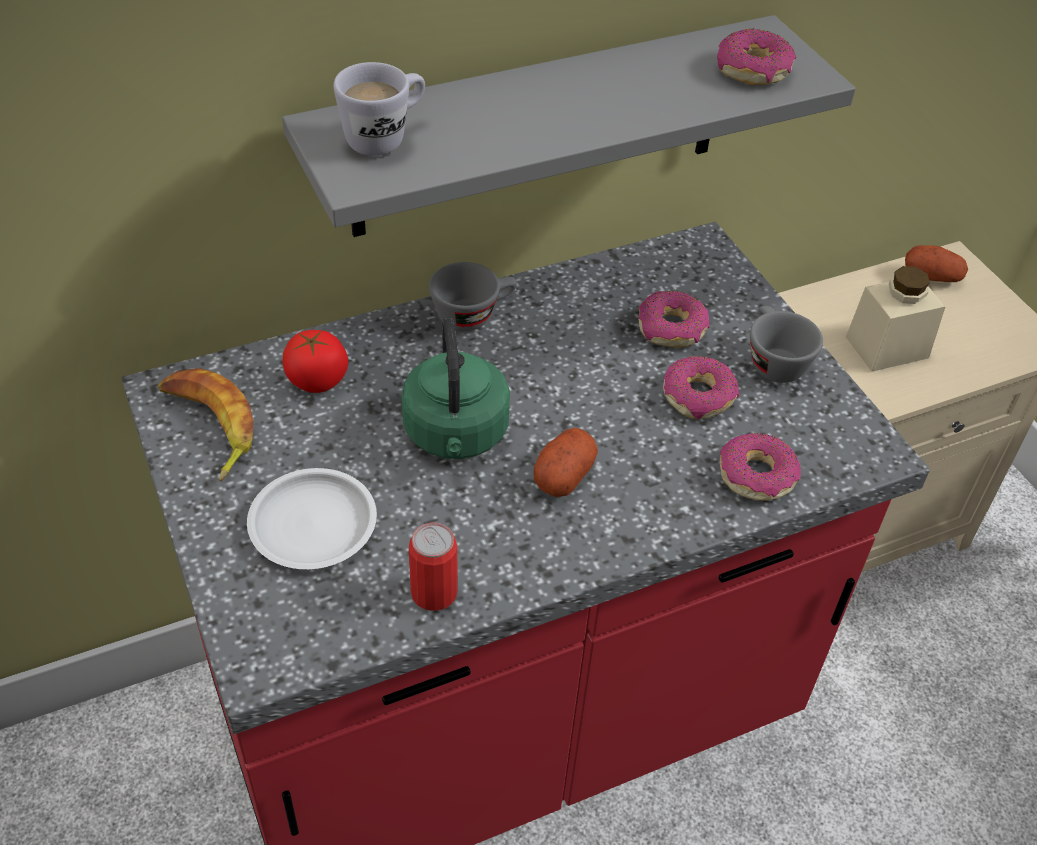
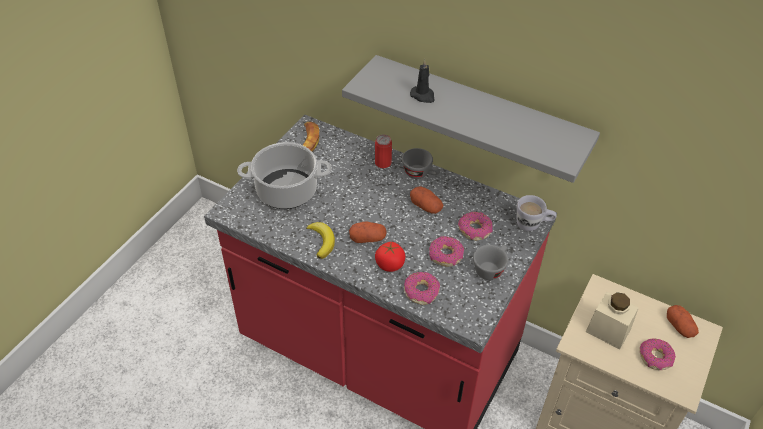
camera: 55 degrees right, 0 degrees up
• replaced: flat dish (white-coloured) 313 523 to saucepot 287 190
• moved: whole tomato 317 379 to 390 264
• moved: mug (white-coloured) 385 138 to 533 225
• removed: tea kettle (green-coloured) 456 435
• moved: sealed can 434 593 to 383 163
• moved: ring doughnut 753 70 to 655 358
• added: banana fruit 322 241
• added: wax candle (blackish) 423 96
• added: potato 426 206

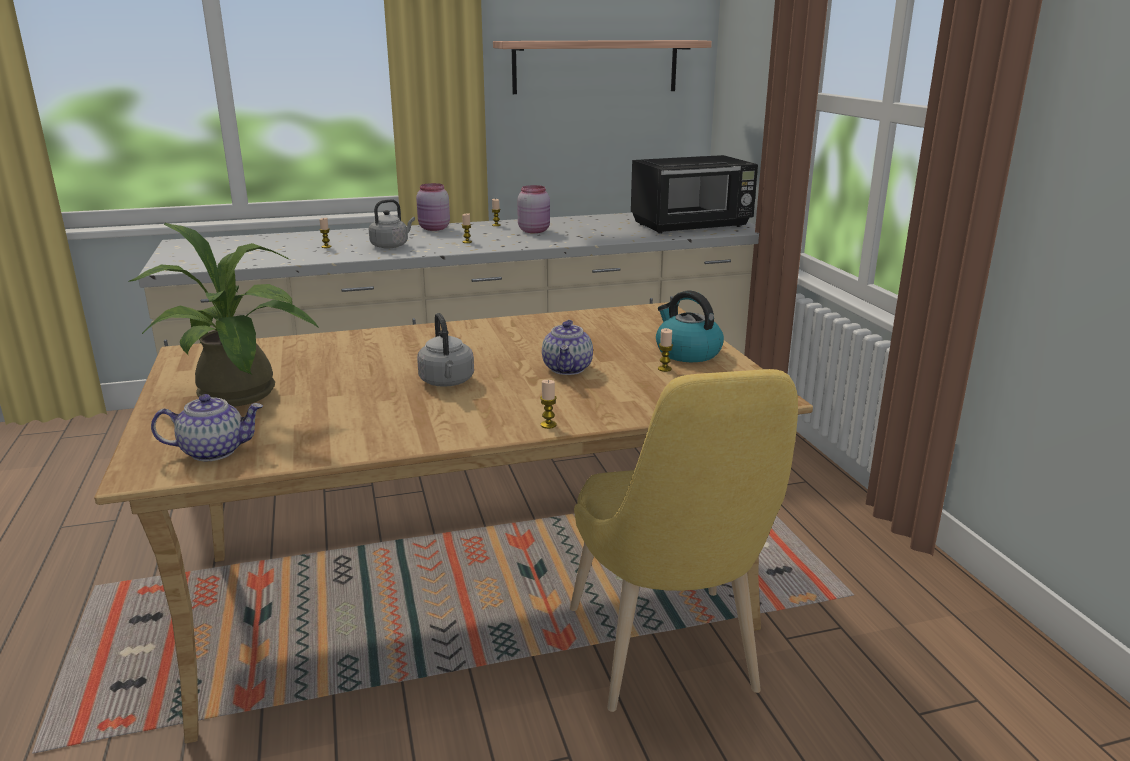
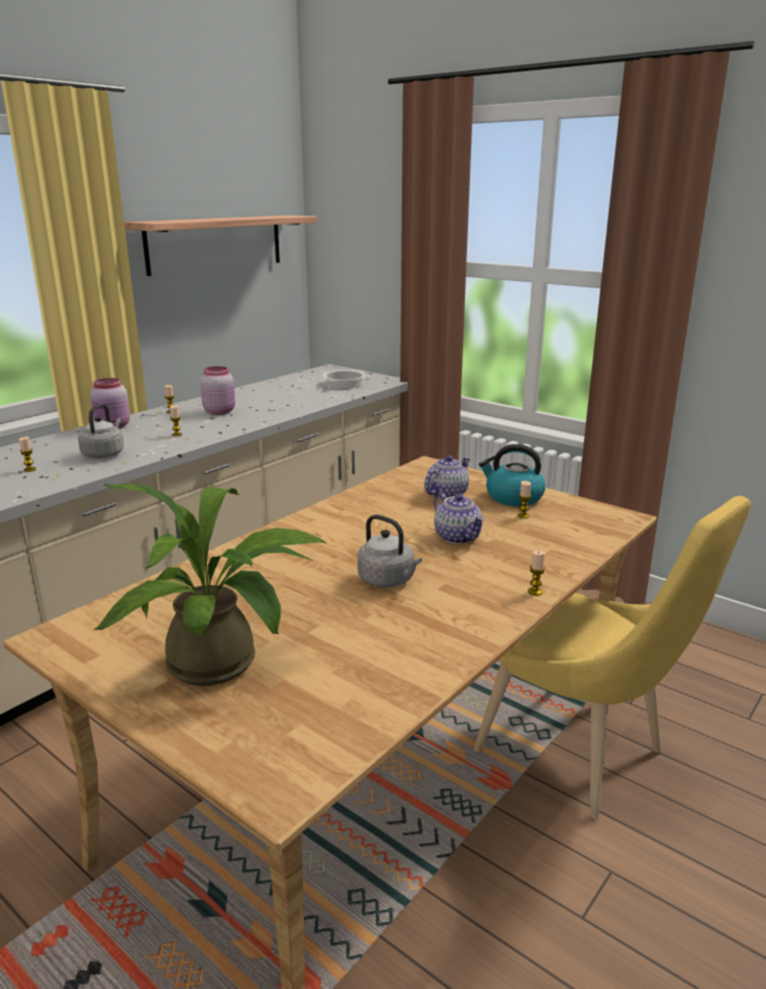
camera: 35 degrees left, 0 degrees up
• moved: tea pot 214 451 to 446 494
• replaced: microwave (blackish) 692 225 to saucepot 344 383

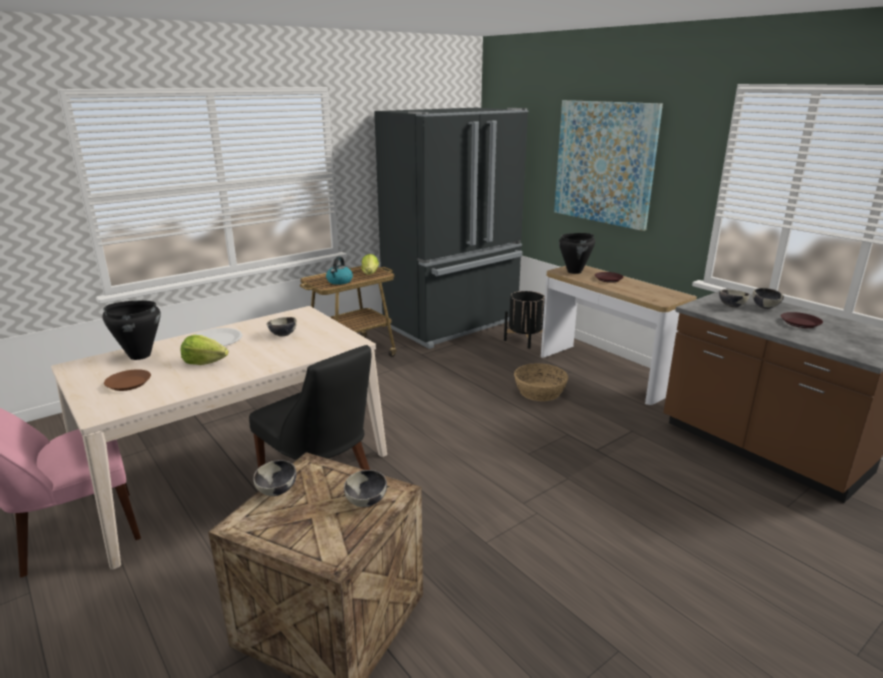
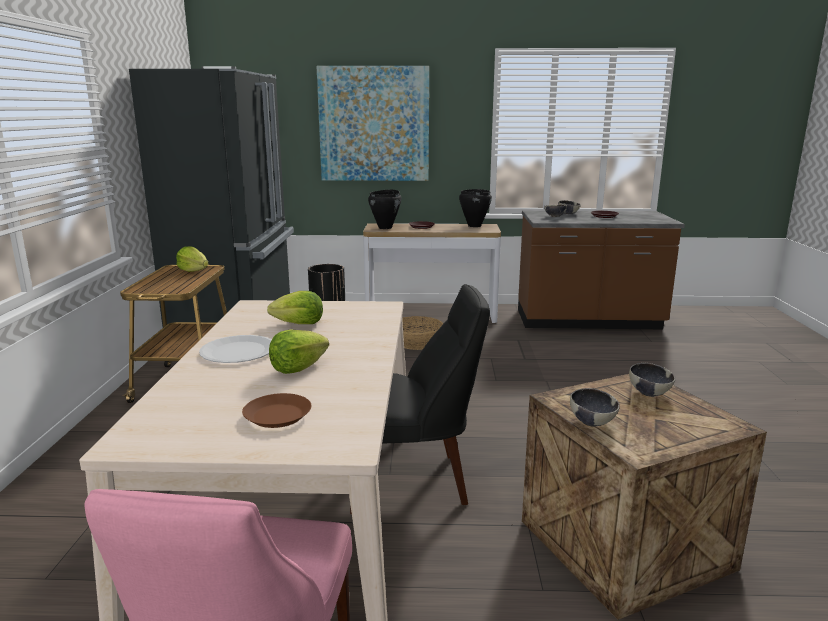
camera: 50 degrees left, 5 degrees down
• moved: saucepot (blackish) 139 355 to 474 226
• replaced: deep dish 283 335 to head of lettuce 299 324
• removed: tea kettle 339 281

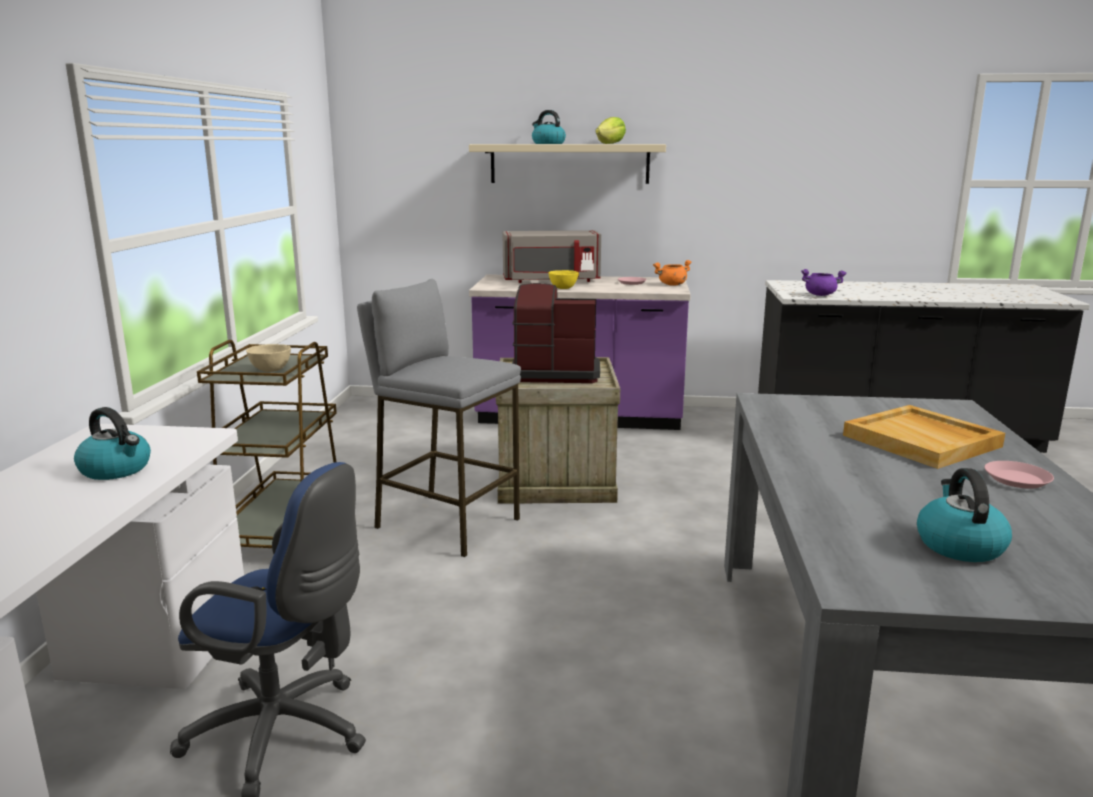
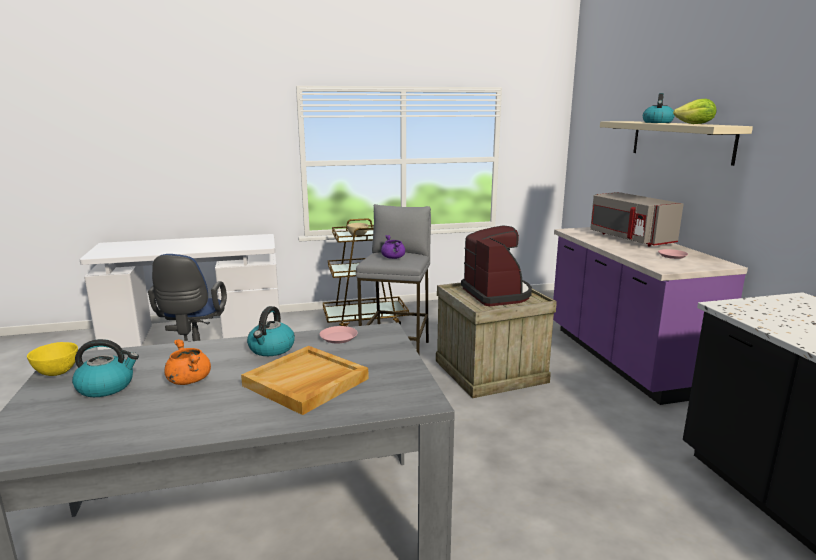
camera: 70 degrees right, 0 degrees up
• moved: tea kettle 117 470 to 271 349
• moved: deep dish (yellow) 563 288 to 57 372
• moved: saucepot (orangey) 672 285 to 188 380
• moved: saucepot (purple) 820 295 to 393 258
• moved: flat dish (pink-coloured) 1017 479 to 338 338

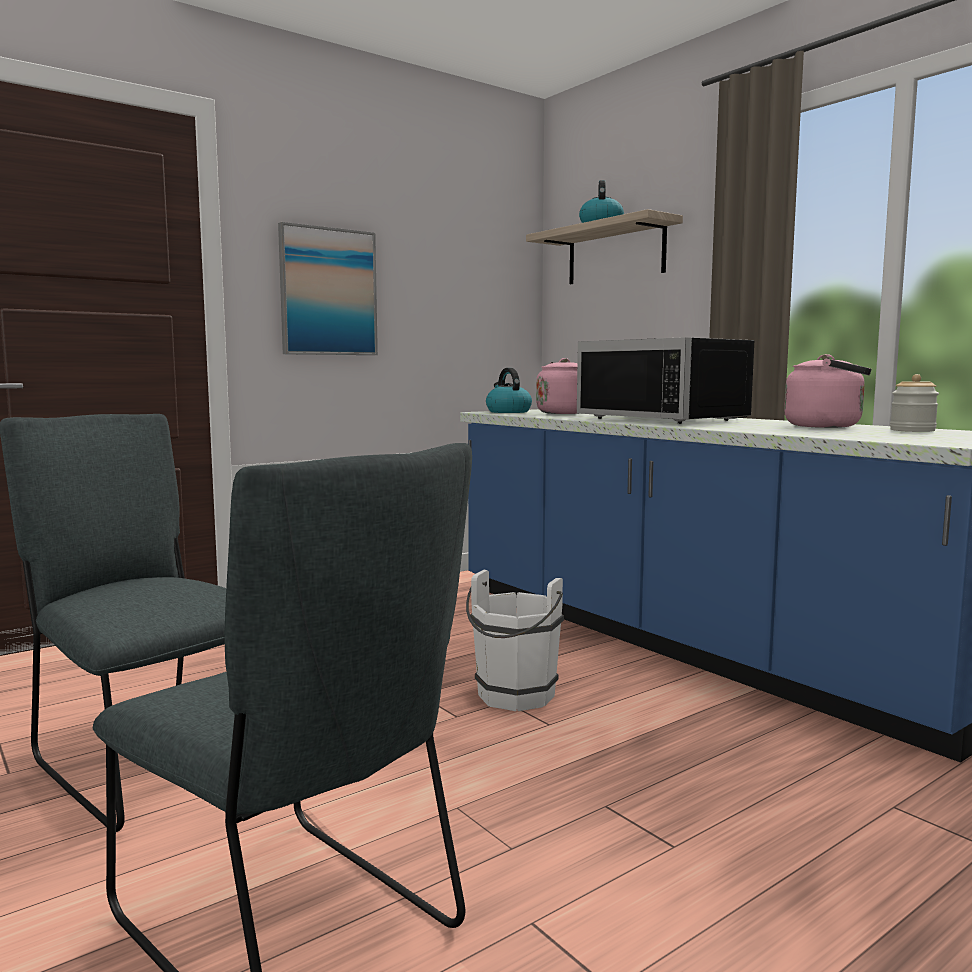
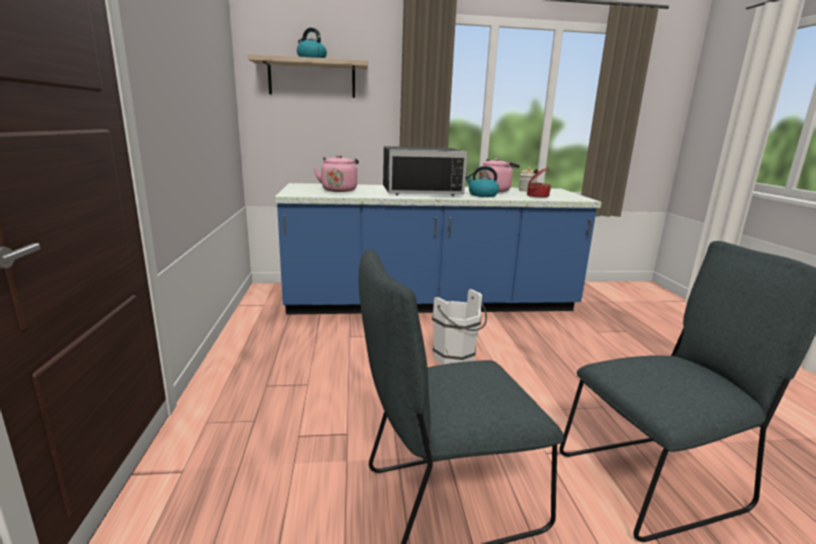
camera: 60 degrees left, 10 degrees up
• removed: picture 328 292
• moved: tea kettle 507 412 to 482 195
• added: saucepot 537 196

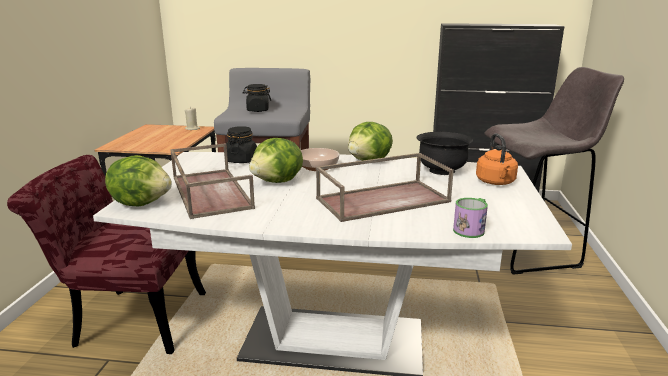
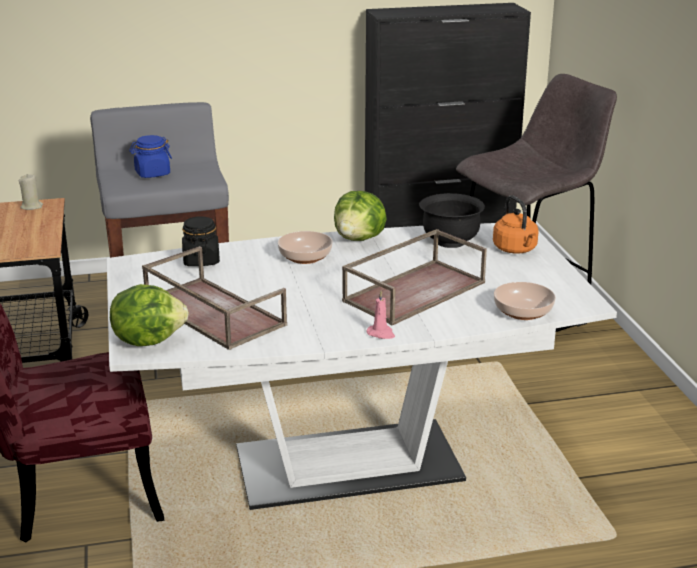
camera: 20 degrees left, 5 degrees up
• recoloured: storage jar (blackish) 257 110 to storage jar (bluish) 152 174
• removed: head of lettuce 278 182
• replaced: mug 471 229 to deep dish 522 311
• added: wax candle (pink-coloured) 381 334

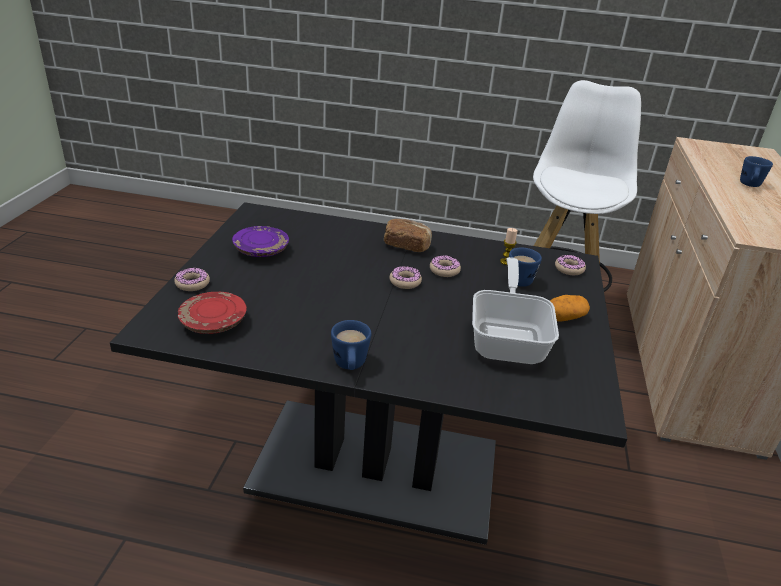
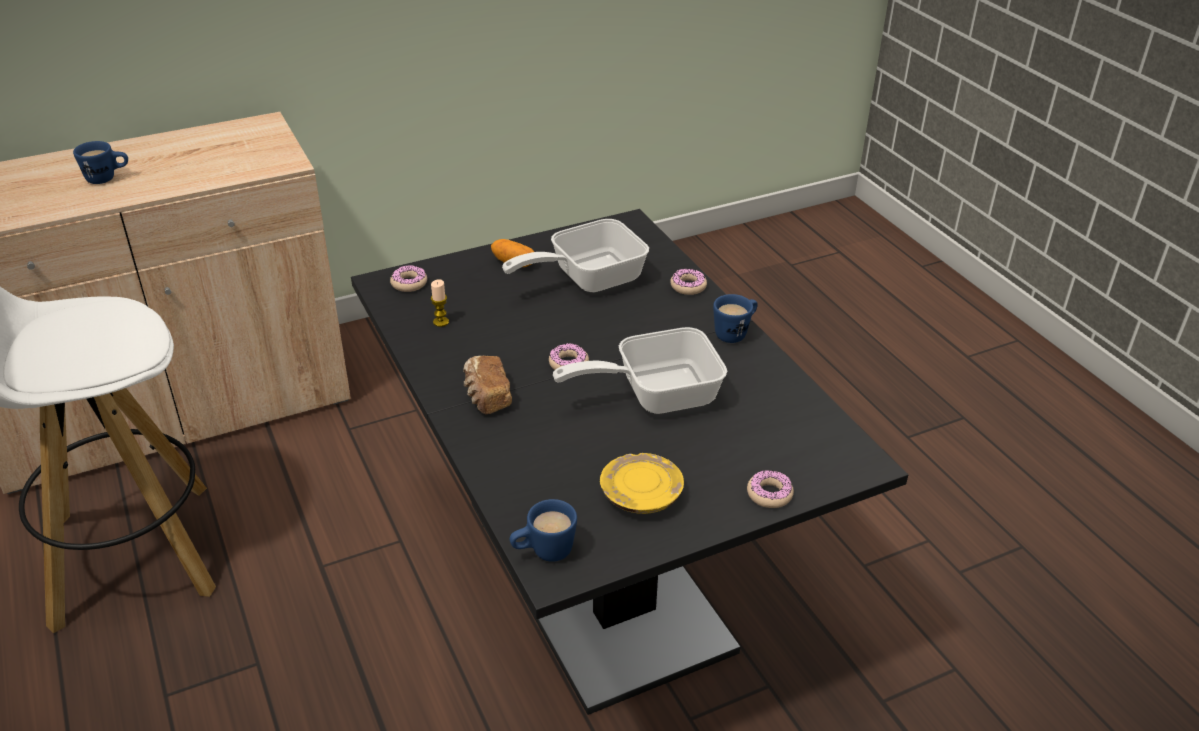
camera: 125 degrees left, 5 degrees up
• removed: flat dish (reddish) 213 323
• recoloured: flat dish (purple) 261 250 to flat dish (yellow) 640 494
• moved: ring doughnut 444 270 to 688 286
• moved: mug (bluish) 520 278 to 543 552
• added: frying pan 655 394

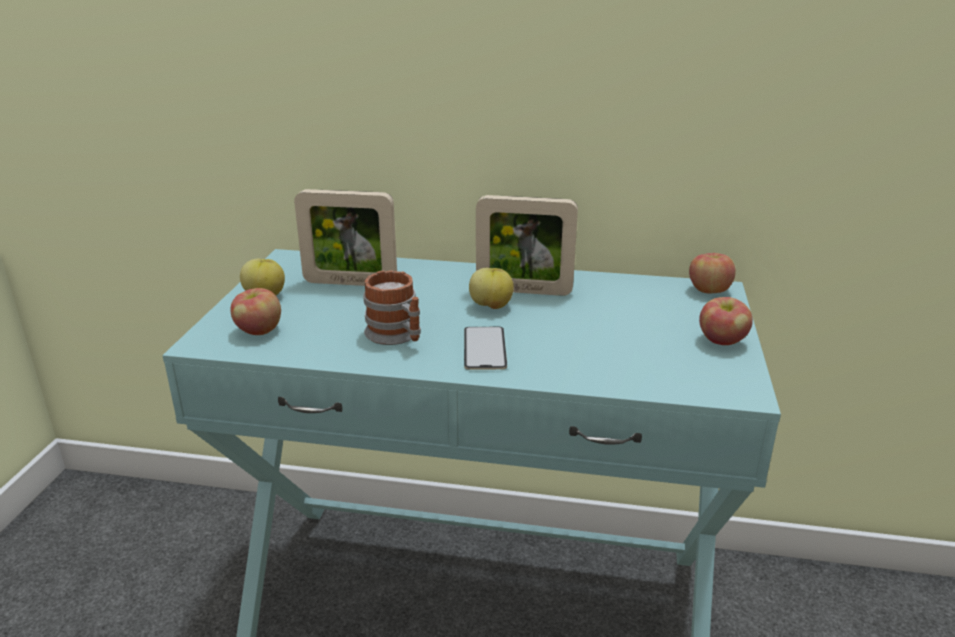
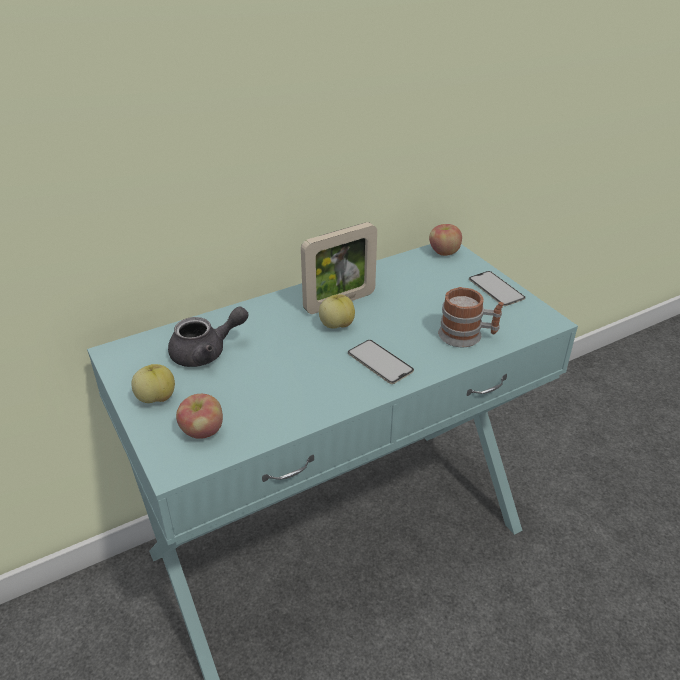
camera: 40 degrees left, 10 degrees up
• replaced: standing frame 350 282 to tea pot (gray) 206 352
• moved: mug 397 336 to 467 336
• replaced: whole apple 722 341 to phone 496 289

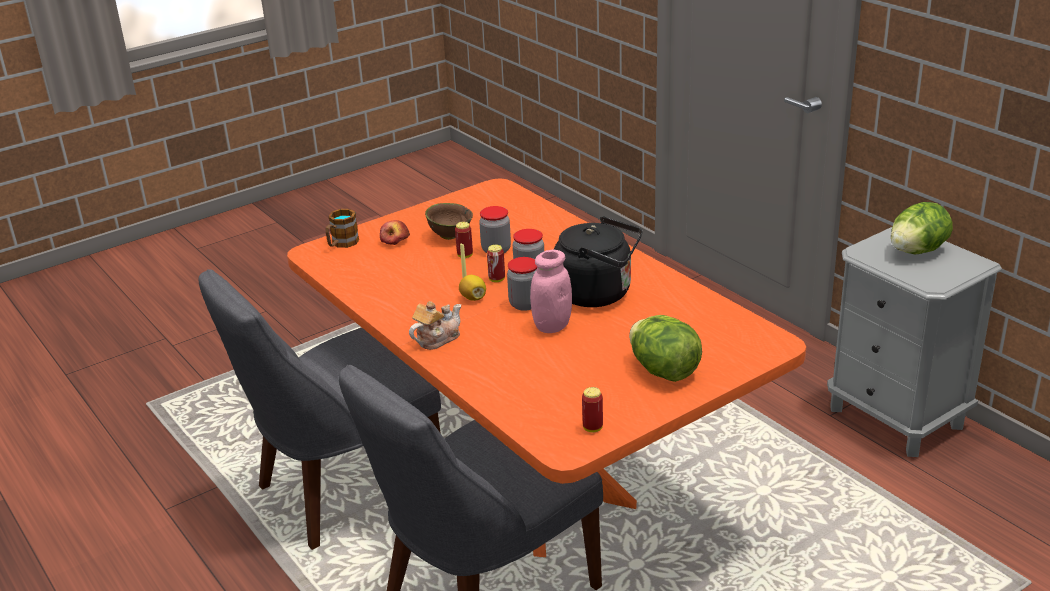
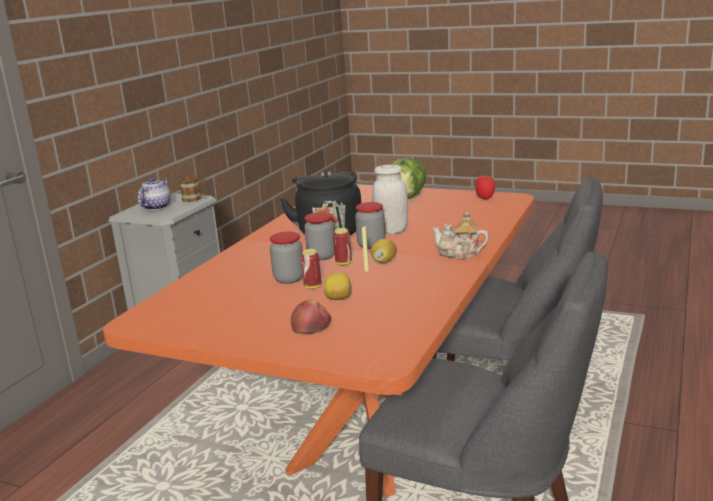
camera: 120 degrees left, 10 degrees down
• moved: mug 341 244 to 195 199
• removed: deep dish (brownish) 450 236
• recoloured: storage jar (pink-coloured) 552 326 to storage jar (white-coloured) 391 231
• replaced: sealed can 592 428 to whole tomato 485 198
• replaced: head of lettuce 917 251 to tea pot 156 207
• added: whole lemon 339 298

